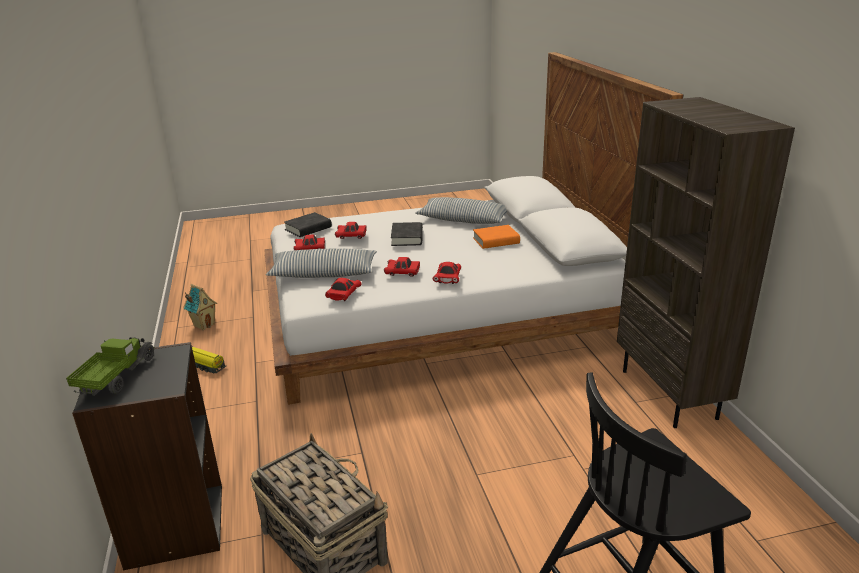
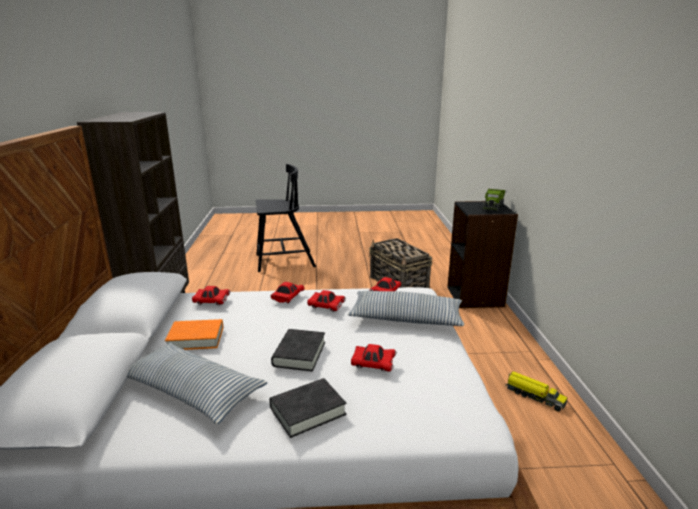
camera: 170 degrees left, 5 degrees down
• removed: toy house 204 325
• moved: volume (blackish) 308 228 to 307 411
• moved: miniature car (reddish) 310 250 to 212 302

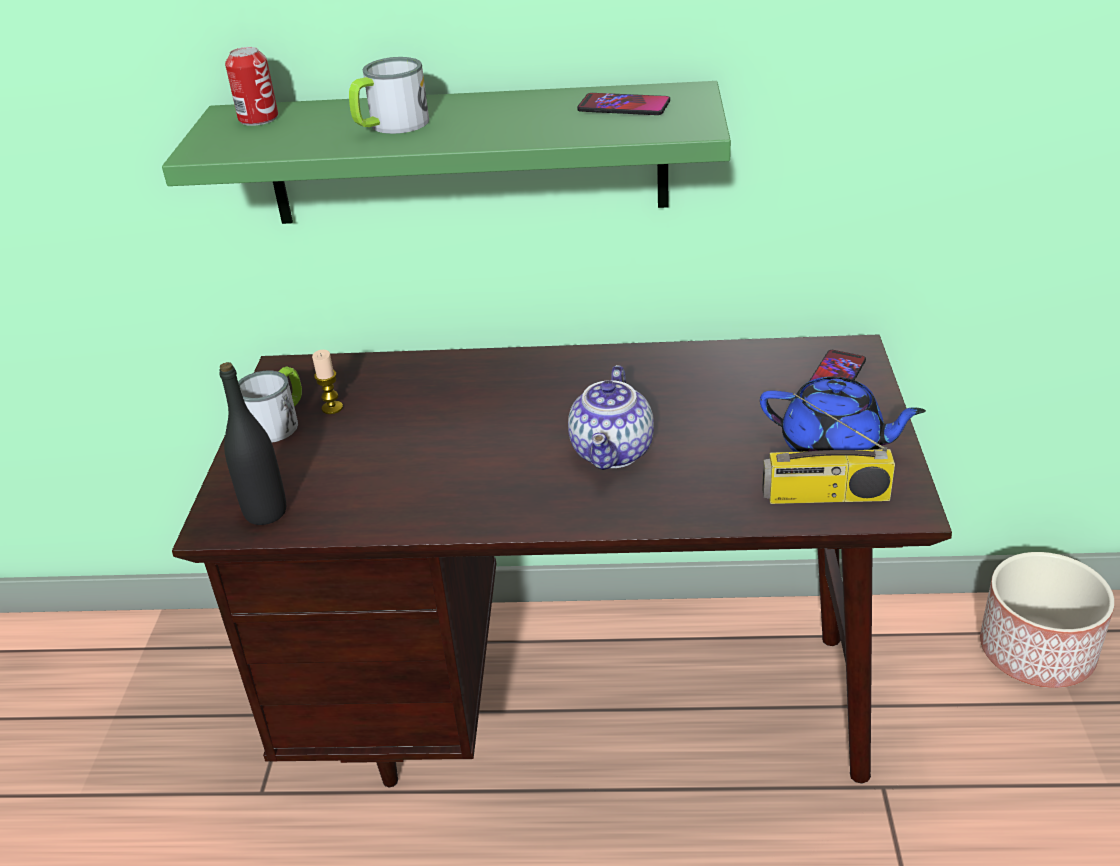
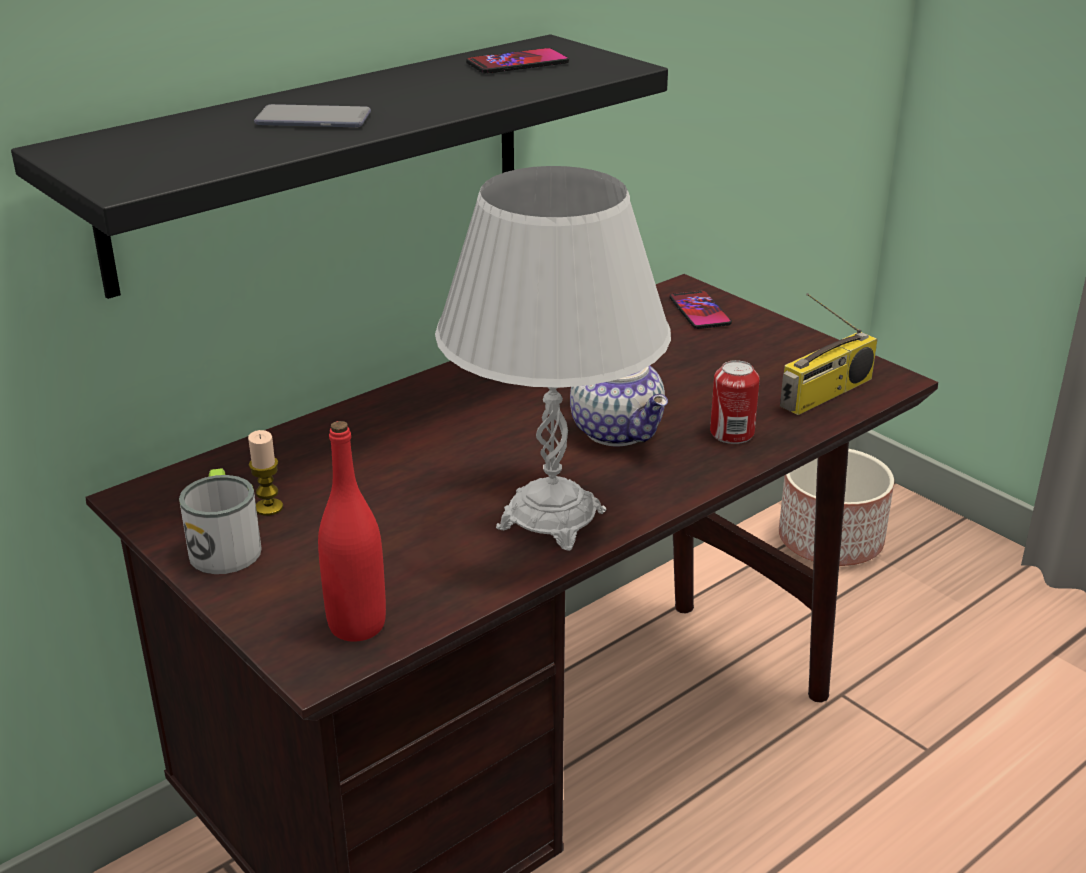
camera: 45 degrees left, 5 degrees down
• recoloured: shelf (green-coloured) 466 155 to shelf (blackish) 322 160
• recoloured: bottle (blackish) 265 512 to bottle (reddish) 357 625
• moved: sealed can 258 118 to 732 433
• replaced: mug 391 126 to phone 313 119
• removed: tea pot (bluish) 834 448
• added: tabletop lamp (white-coloured) 552 519

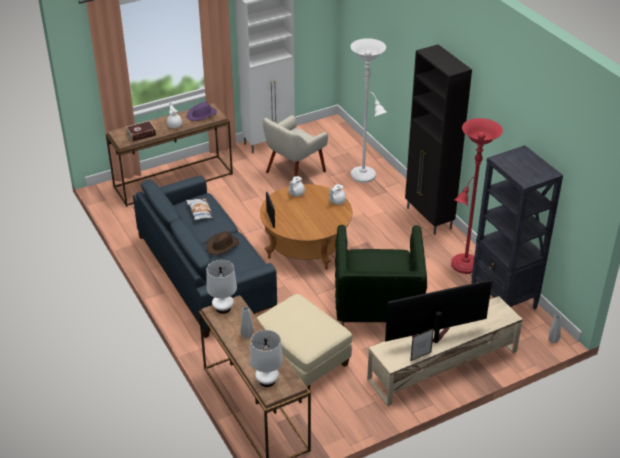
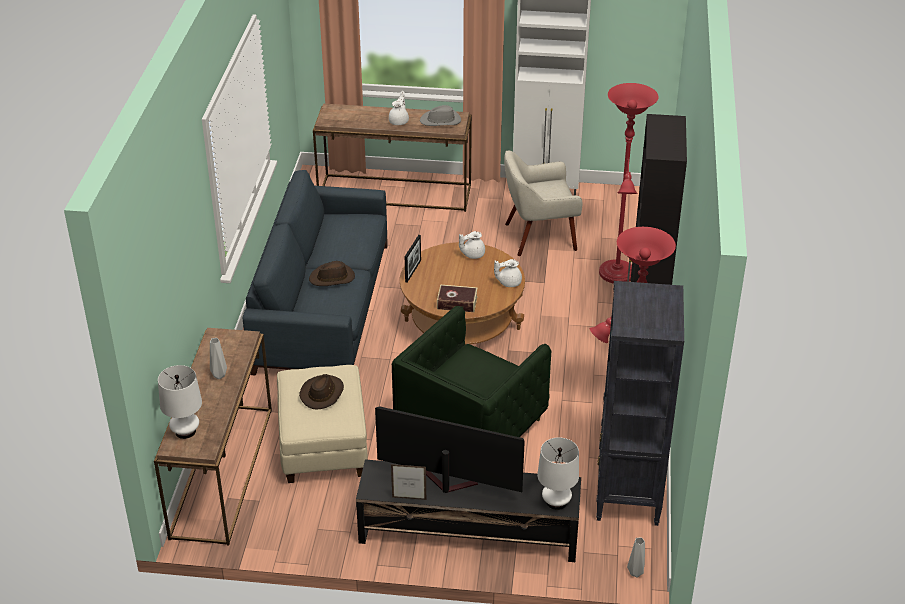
camera: 35 degrees right, 0 degrees up
• moved: volume 141 134 to 457 303
• removed: throw pillow 199 211
• recoloured: wearable hat (purple) 201 114 to wearable hat (gray) 441 121
• moved: tabletop lamp (white-coloured) 223 308 to 556 502
• recoloured: floor lamp (white-coloured) 365 177 to floor lamp (reddish) 617 276
• recoloured: tv stand (beige) 442 365 to tv stand (blackish) 468 532
• added: wearable hat (brownish) 322 393

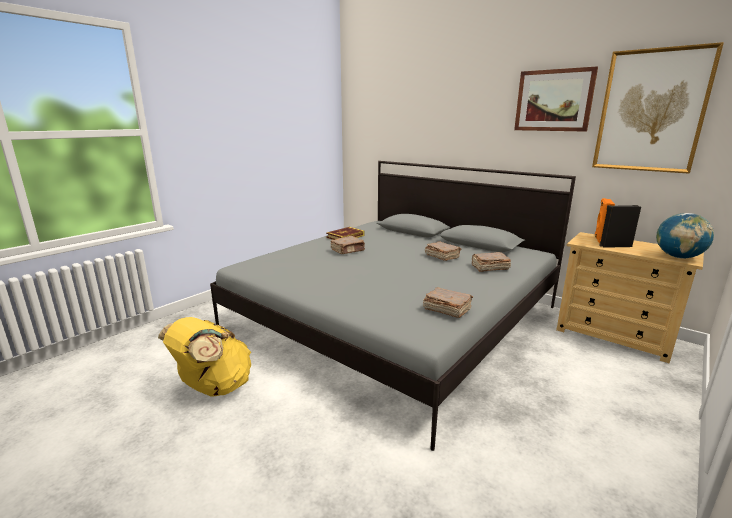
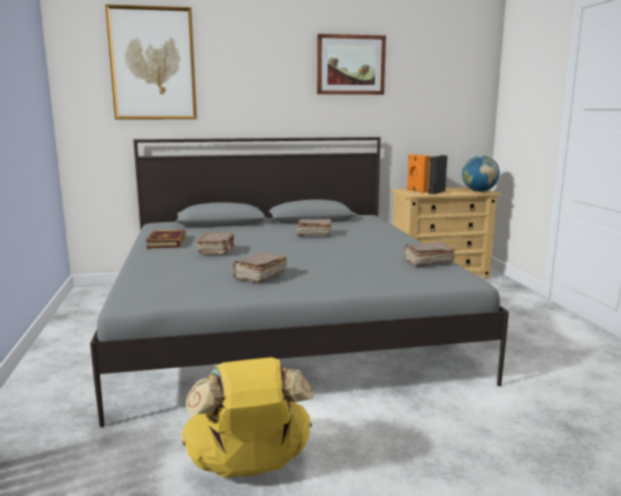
camera: 50 degrees left, 5 degrees down
• moved: volume (brownish) 489 268 to 259 276
• moved: picture 651 111 to 153 64

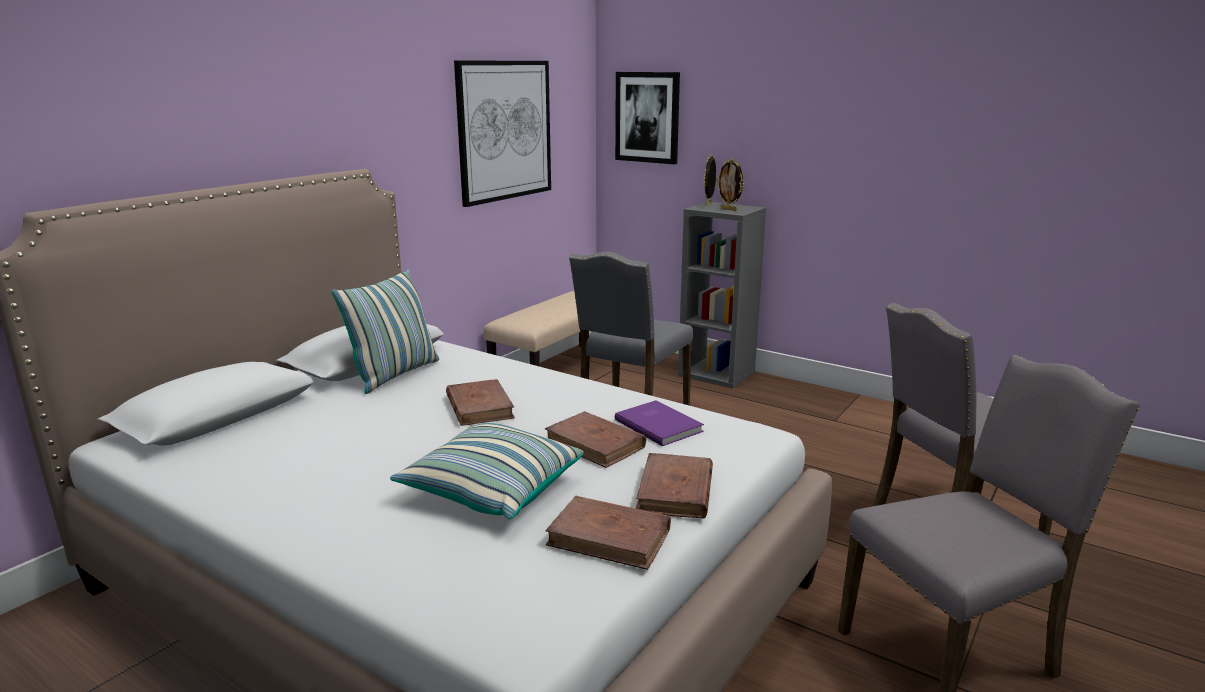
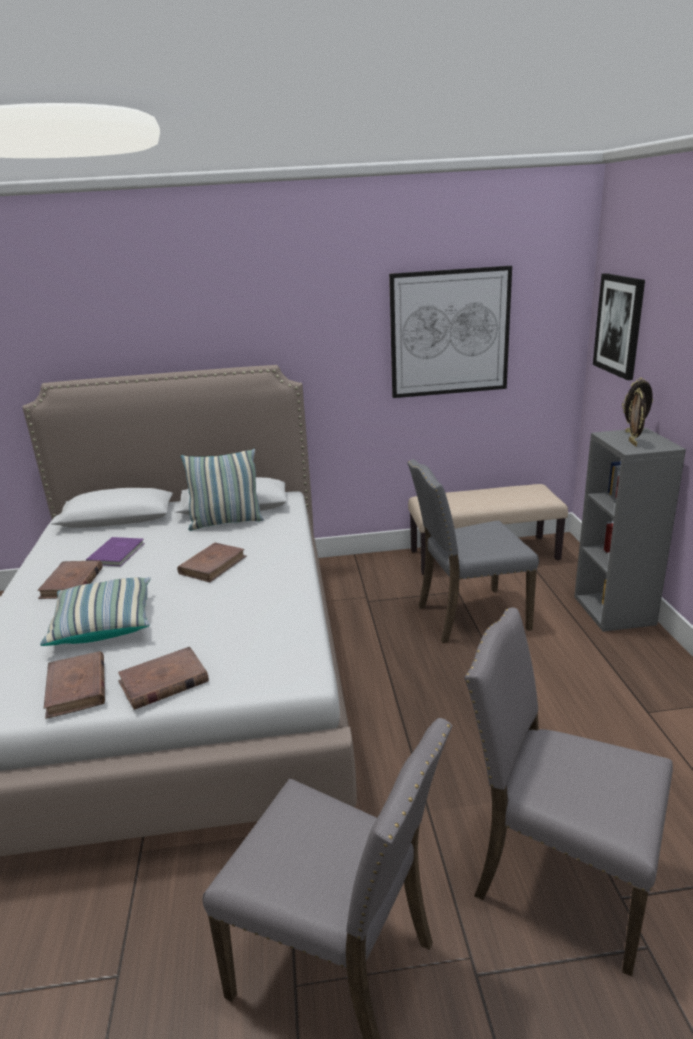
camera: 50 degrees right, 5 degrees up
• moved: volume (brownish) 595 444 to 72 583
• moved: volume (purple) 659 424 to 118 553

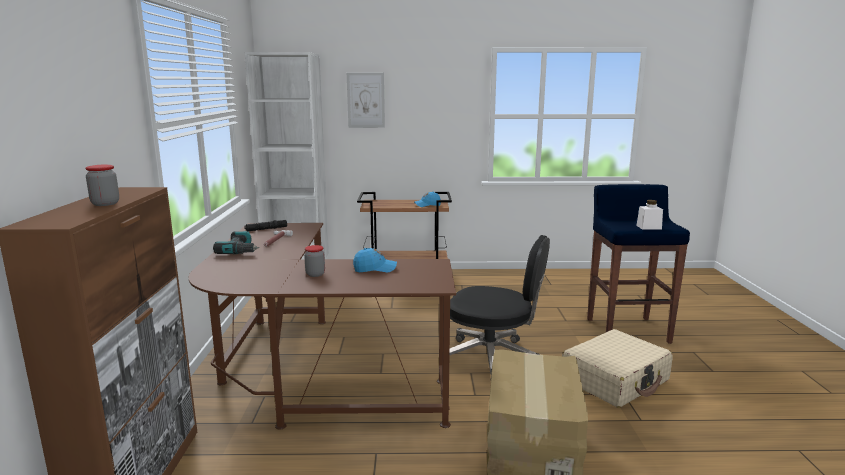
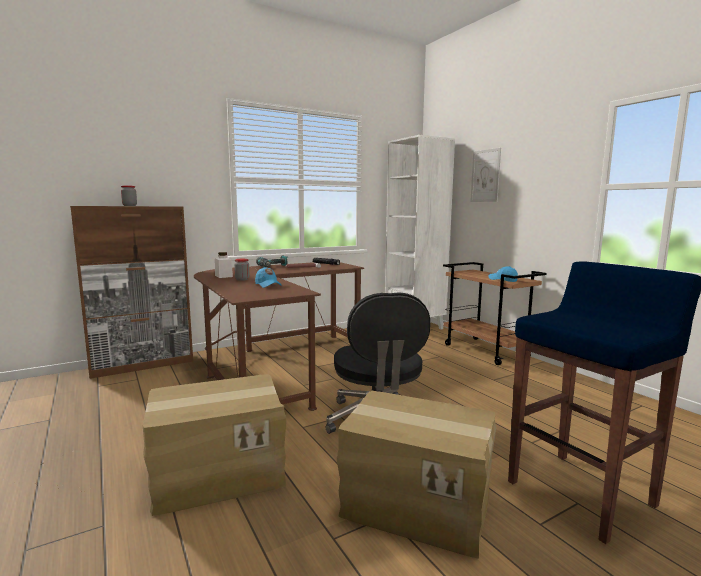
camera: 60 degrees right, 5 degrees down
• replaced: suitcase (beige) 615 380 to packing box 417 503
• moved: storage jar (white-coloured) 648 227 to 223 276

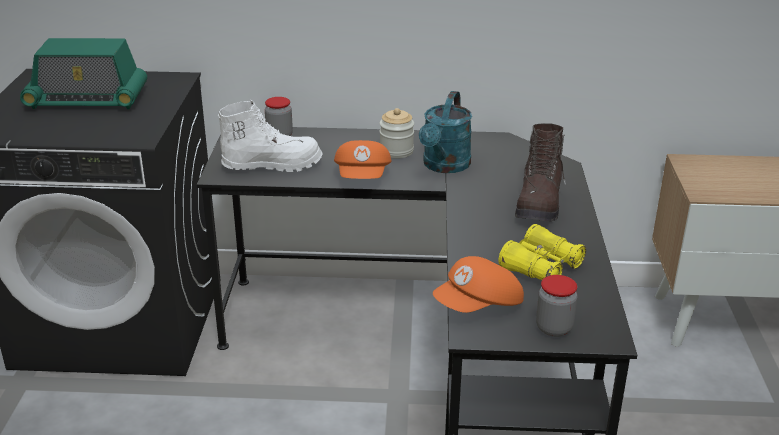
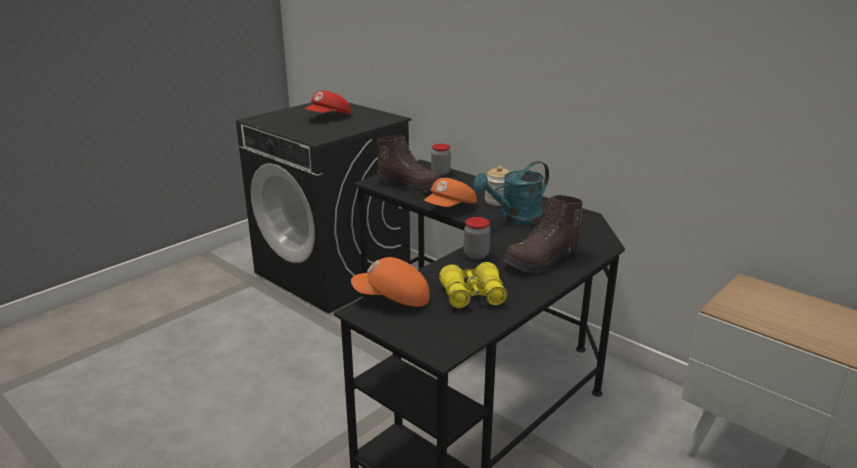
camera: 40 degrees right, 5 degrees down
• replaced: radio 87 100 to baseball cap (reddish) 329 117
• recoloured: high-top boot (white-coloured) 272 165 to high-top boot (brownish) 410 185
• moved: storage jar 554 328 to 476 255

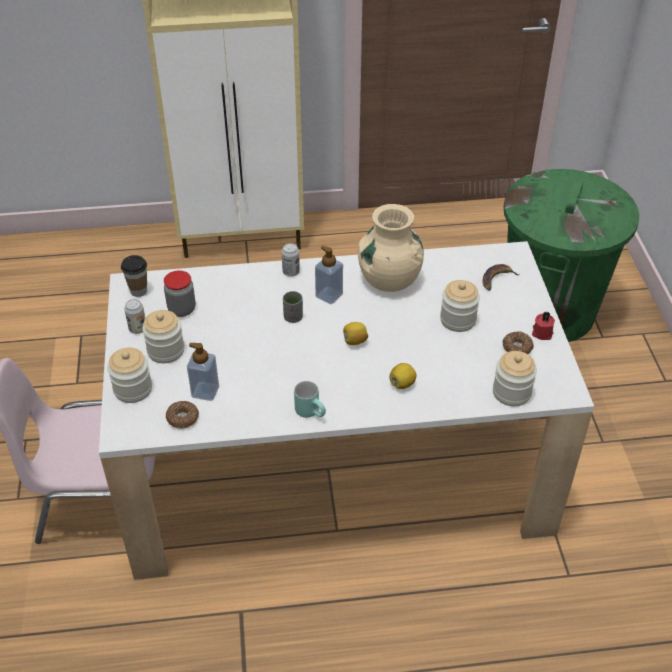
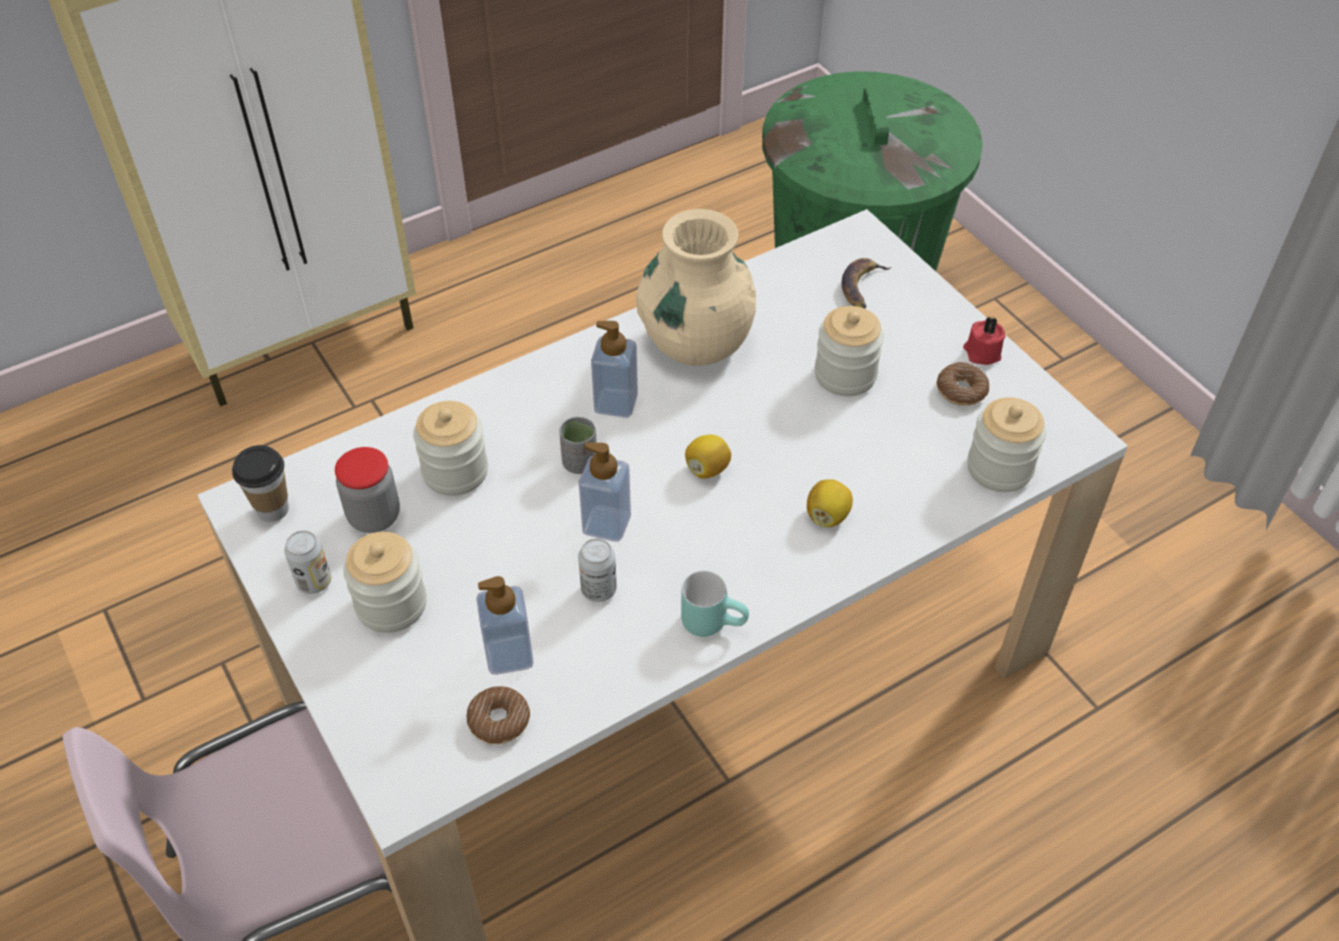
camera: 25 degrees left, 5 degrees up
• moved: storage jar 133 389 to 455 471
• moved: sealed can 291 272 to 598 589
• added: liquid soap bottle 606 524

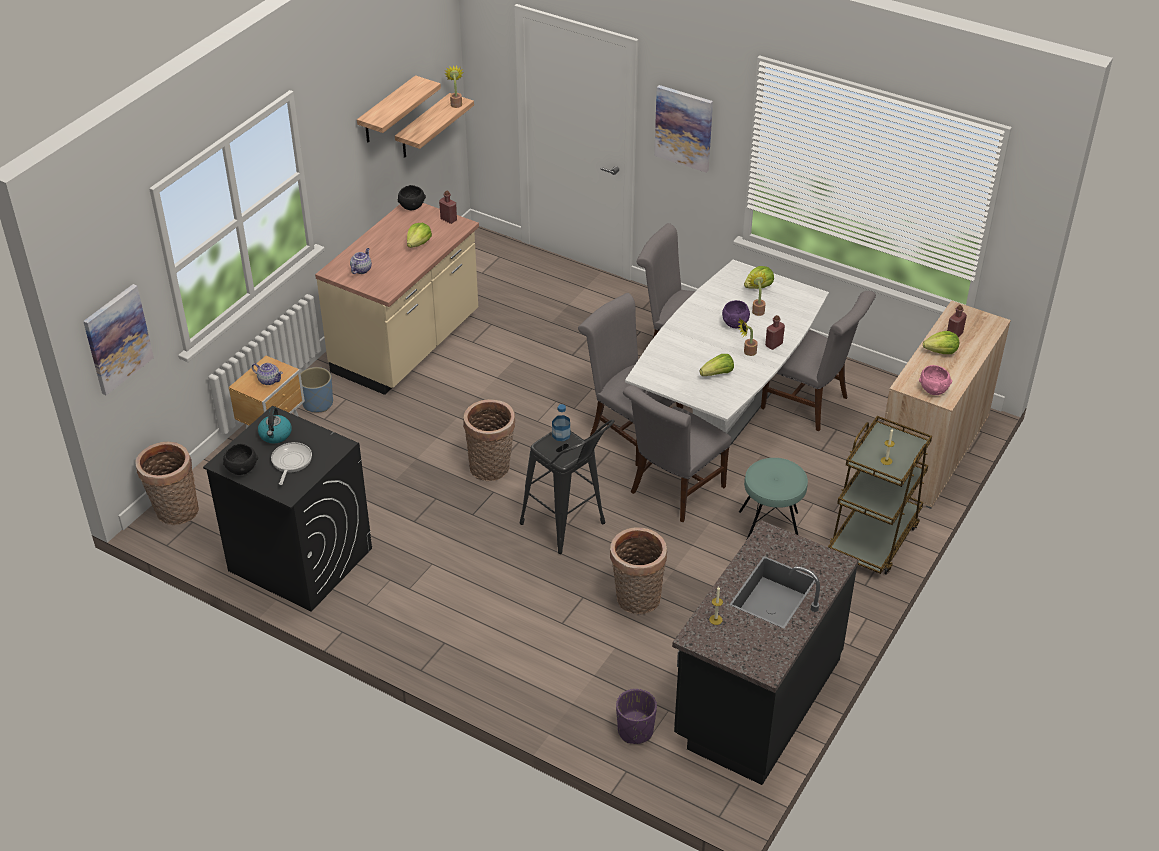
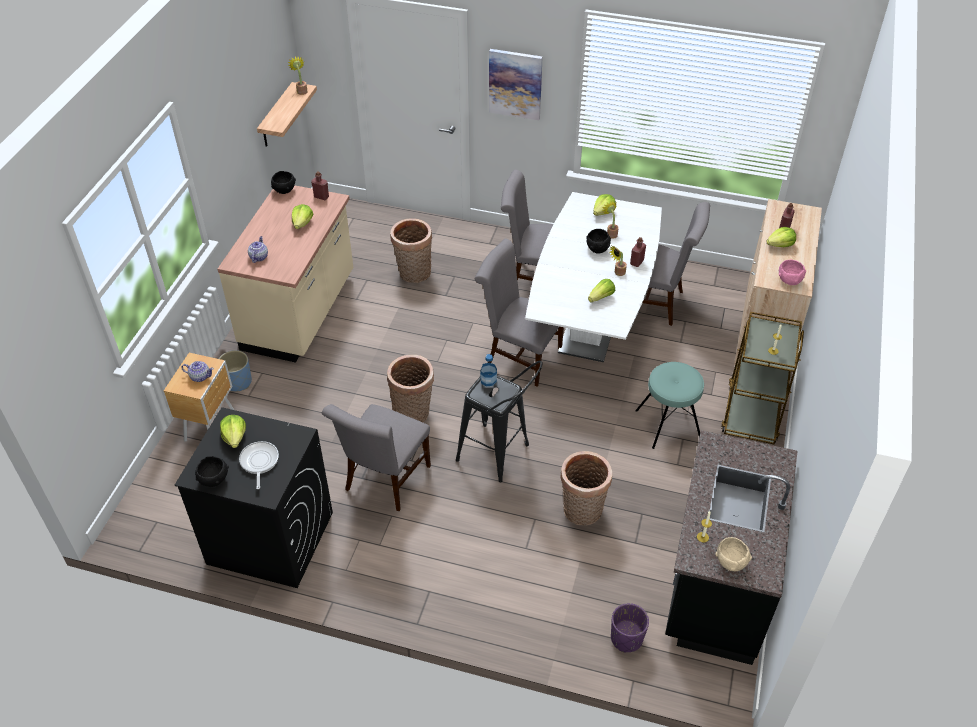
camera: 15 degrees left, 5 degrees up
• removed: picture 117 339
• moved: basket 175 513 to 414 274
• replaced: tea kettle 275 435 to head of lettuce 235 437
• removed: shelf 387 111
• moved: plain chair (gray) 673 492 to 384 481
• recoloured: deep dish (purple) 735 324 to deep dish (blackish) 597 249
• added: deep dish (beige) 730 562

